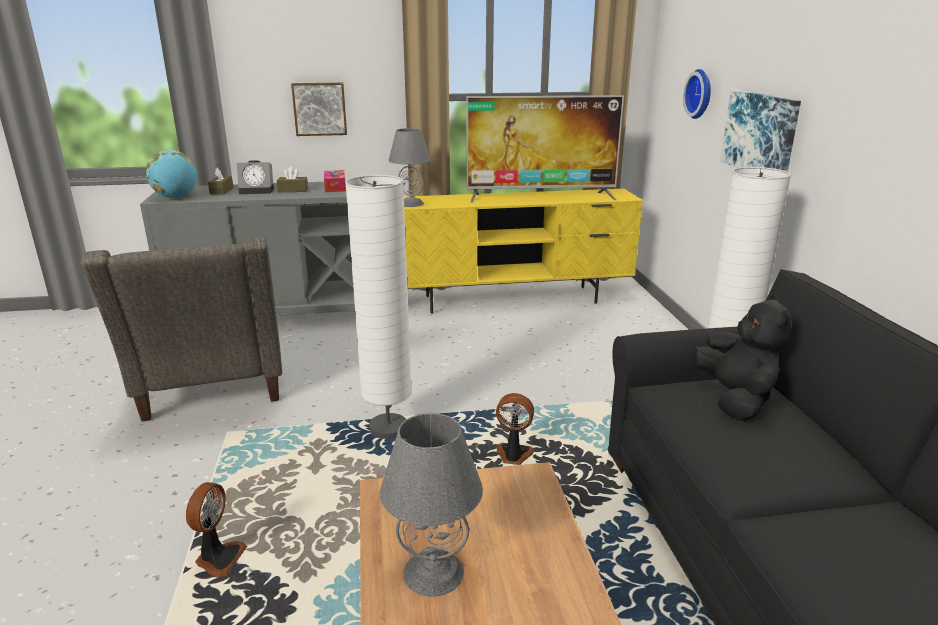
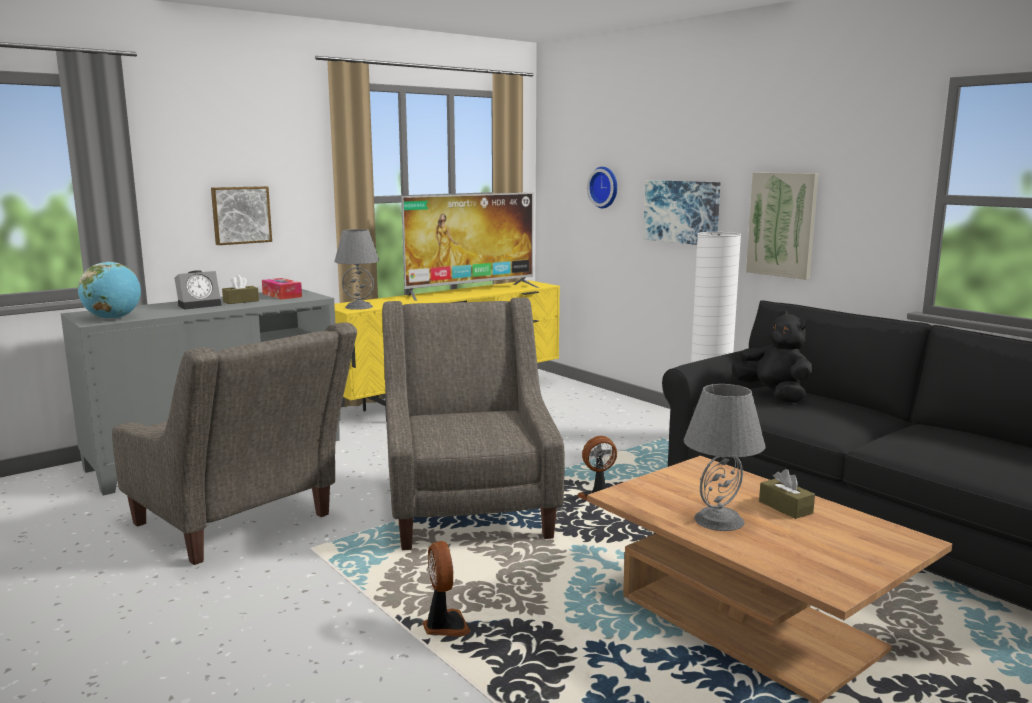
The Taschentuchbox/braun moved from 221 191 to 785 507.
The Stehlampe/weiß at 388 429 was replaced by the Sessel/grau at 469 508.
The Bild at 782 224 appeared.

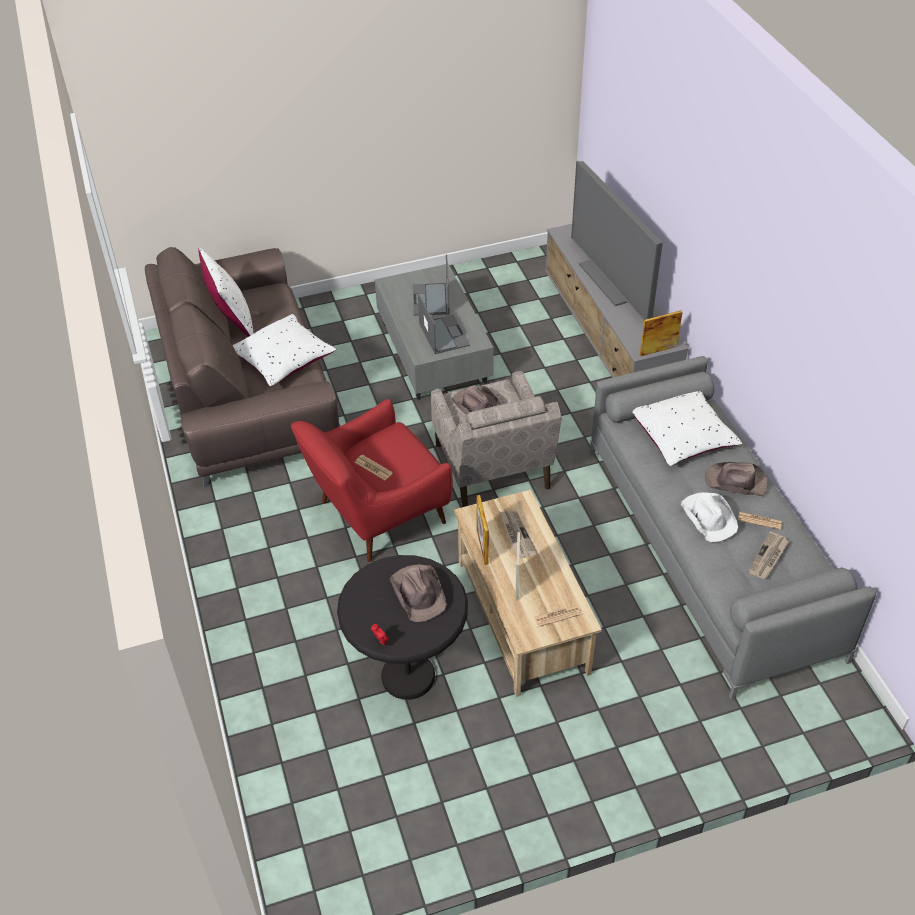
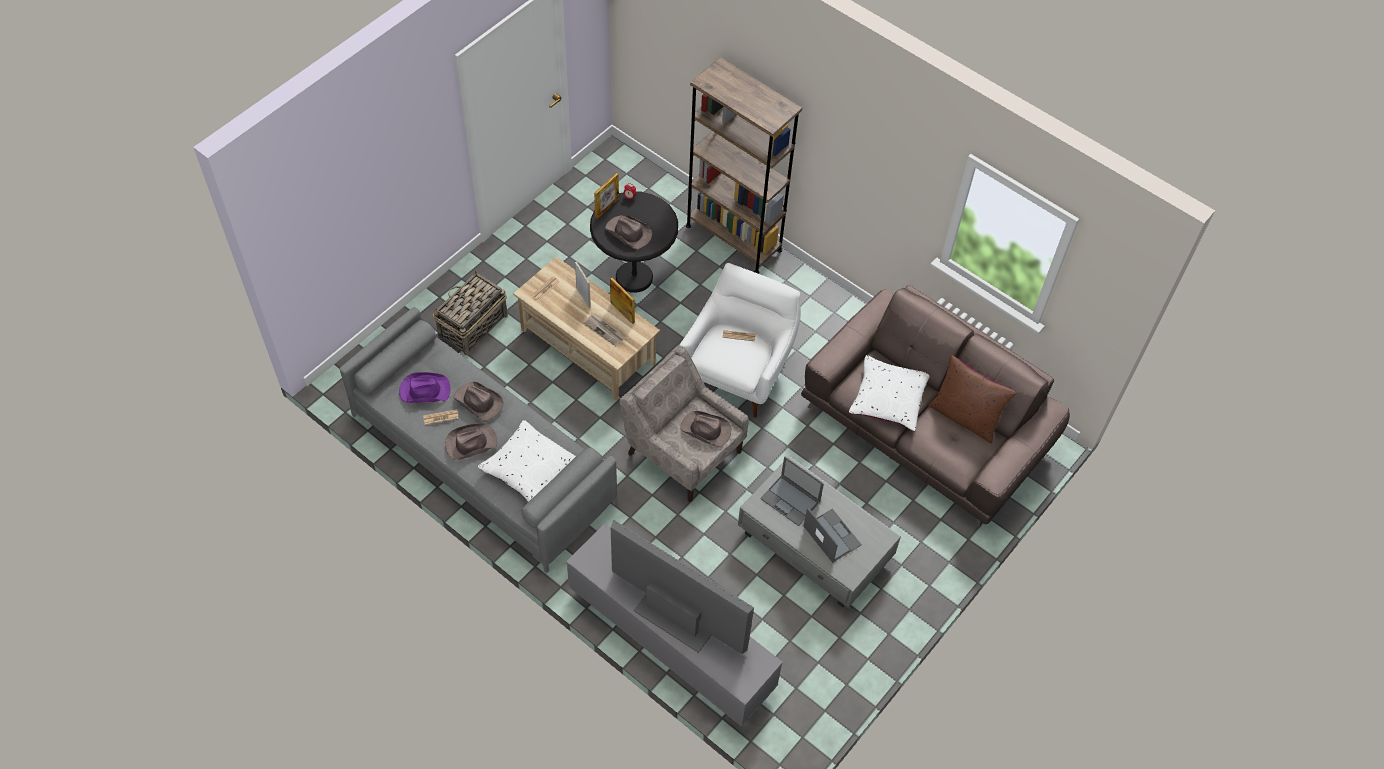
The Kissen/weiß at 232 320 became the Kissen/braun at 965 416.
The Sessel/rot at 377 515 became the Sessel/weiß at 737 371.
The Bilderrahmen moved from 658 350 to 607 208.
The Hut/weiß at 708 517 became the Hut/braun at 478 402.
The Zeitung at 768 557 was replaced by the Hut/lila at 424 390.
The Korb at 472 326 appeared.
The Bücherregal/braun at 733 238 appeared.

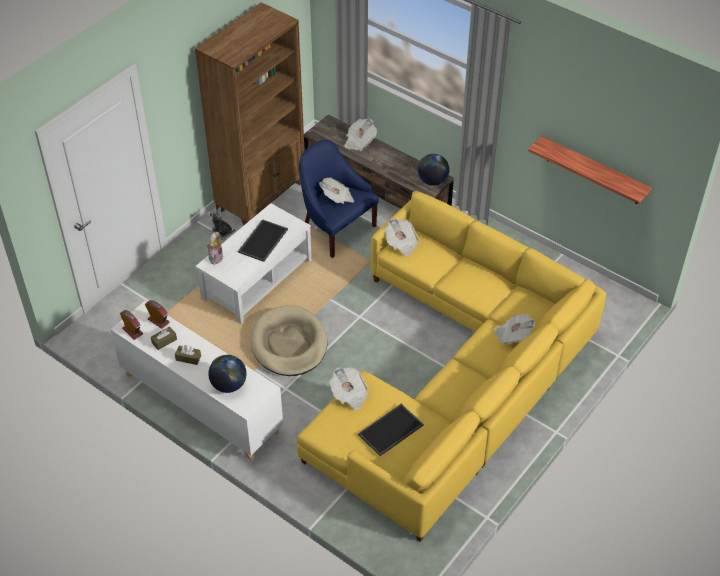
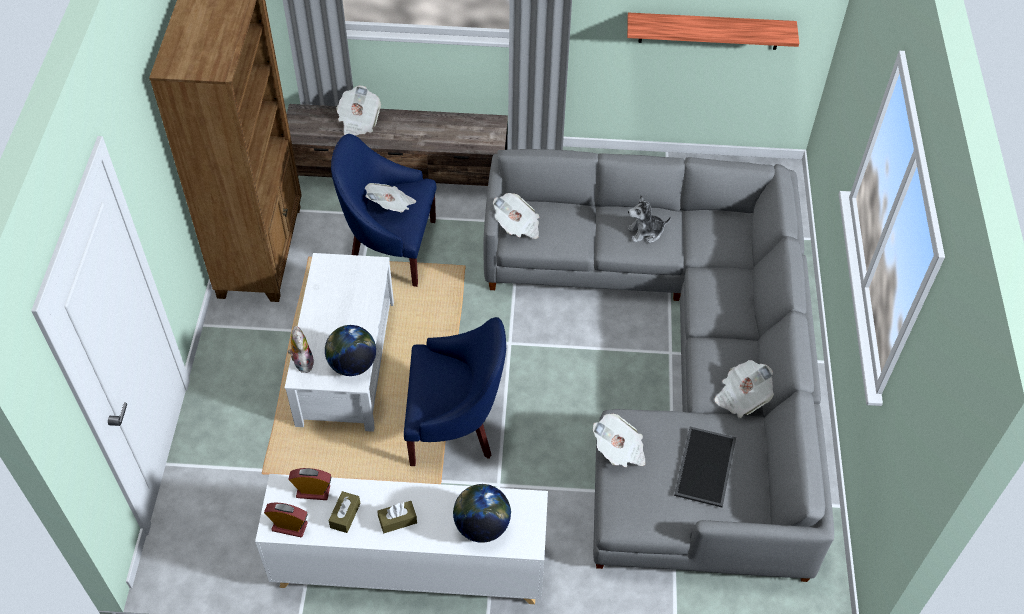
The Plüschtier moved from 221 233 to 645 232.
The Tablett at 262 240 disappeared.
The Hundebett/beige at 289 344 was replaced by the Sessel/blau at 455 424.
The Sofa/gelb at 454 379 became the Sofa/grau at 678 361.
The Globus moved from 432 181 to 352 365.
The Zeitung moved from 512 335 to 741 397.

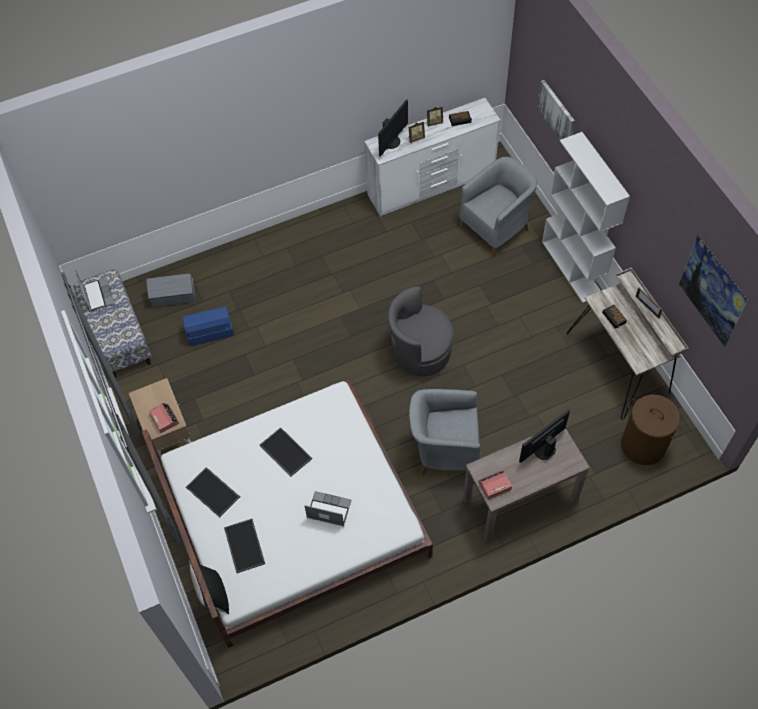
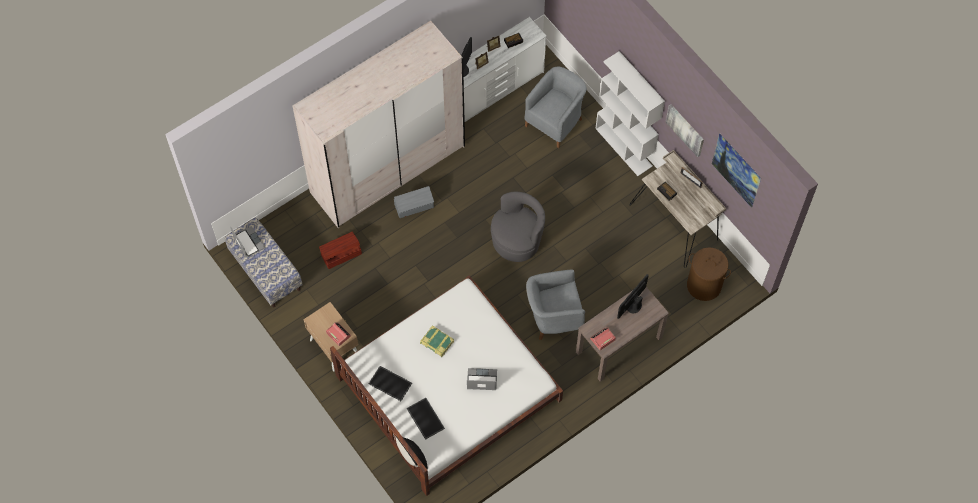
The Aufbewahrungsbox/grau moved from 174 296 to 414 206.
The Aufbewahrungsbox/blau at 209 332 became the Aufbewahrungsbox/braun at 341 254.
The Tablett at 284 452 was replaced by the Buch at 436 343.
The Sessel/grau at 420 352 turned 150 degrees clockwise.
The Bild moved from 557 113 to 685 129.
The Kleiderschrank/beige at 388 169 appeared.

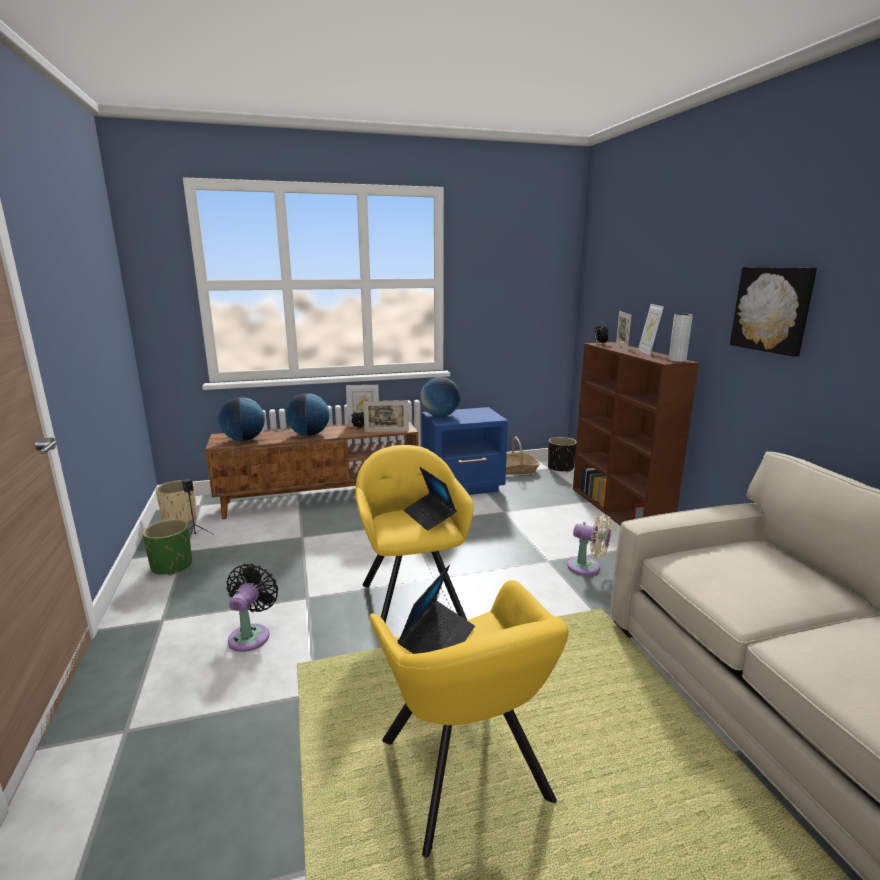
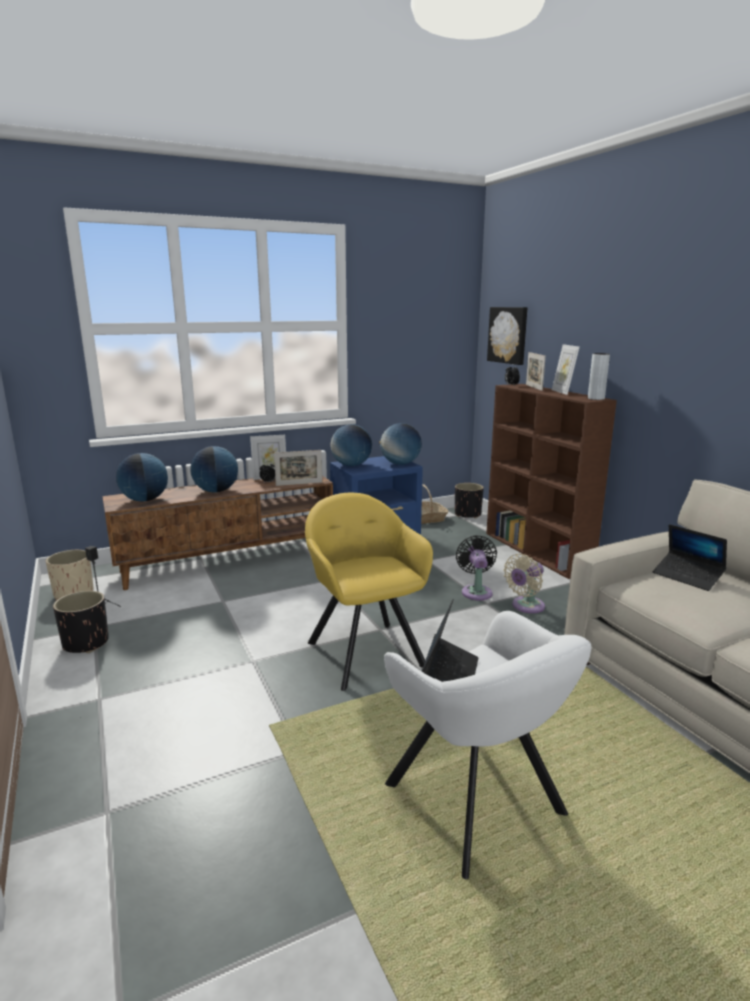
The Pflanzkübel/grün at 171 566 became the Pflanzkübel/schwarz at 85 643.
The Ventilator/schwarz moved from 251 635 to 476 591.
The Sessel/gelb at 466 778 became the Sessel/weiß at 478 807.
The Laptop moved from 429 516 to 687 576.
The Ventilator/beige at 587 568 turned 120 degrees clockwise.
The Bild moved from 773 309 to 508 335.
The Globus at 400 464 appeared.

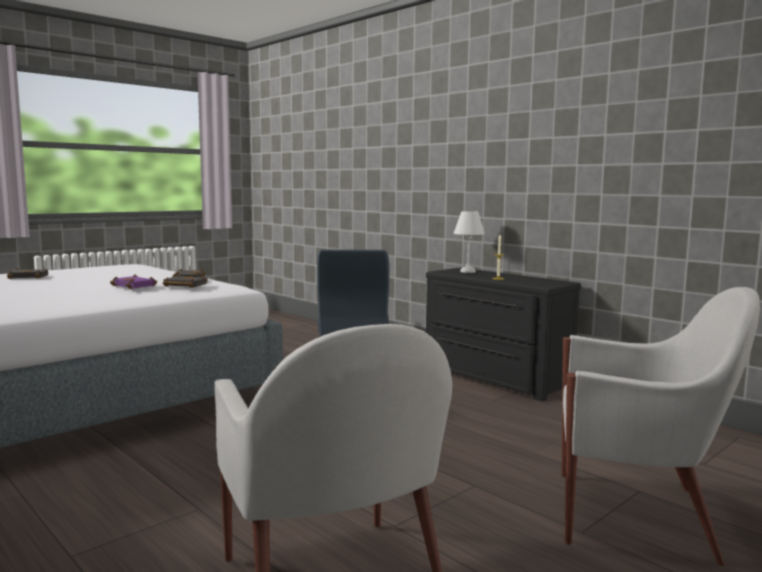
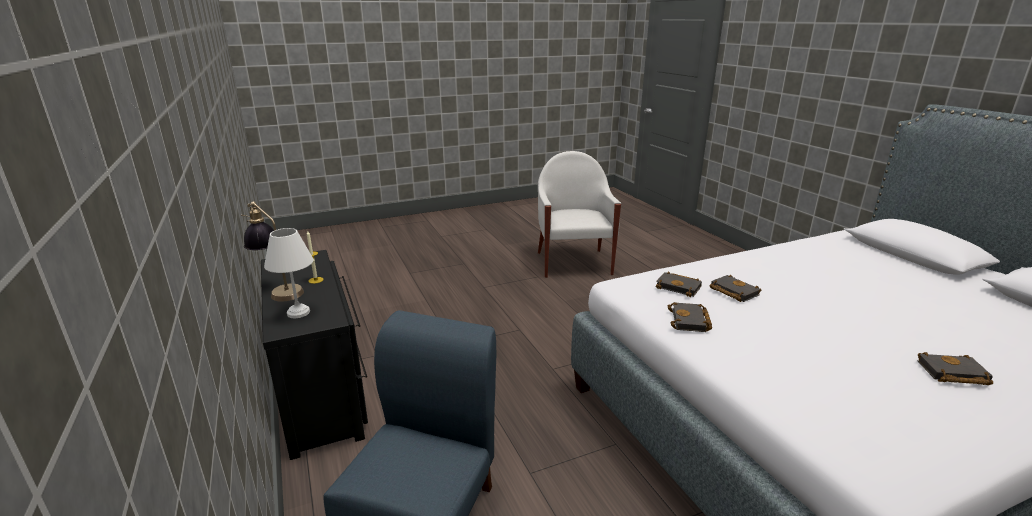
The Buch/lila at 136 286 became the Buch/schwarz at 732 292.
The Sessel/weiß at 637 516 disappeared.
The Tischlampe at 278 290 appeared.

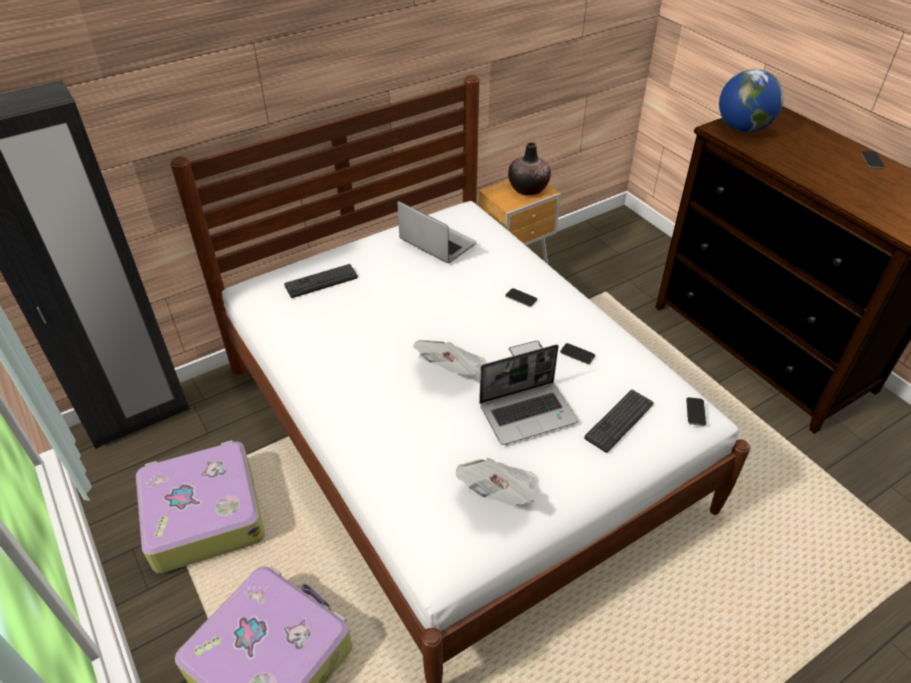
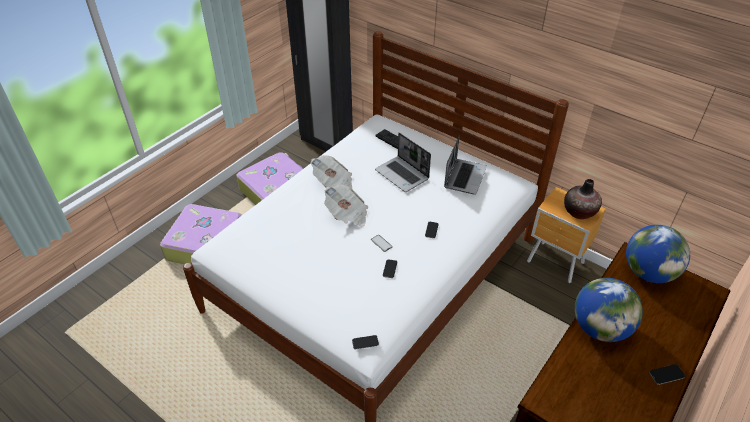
The Zeitung moved from 499 493 to 333 183.
The Laptop moved from 528 413 to 402 175.
The Tastatur at 619 421 disappeared.
The Globus at 599 328 appeared.

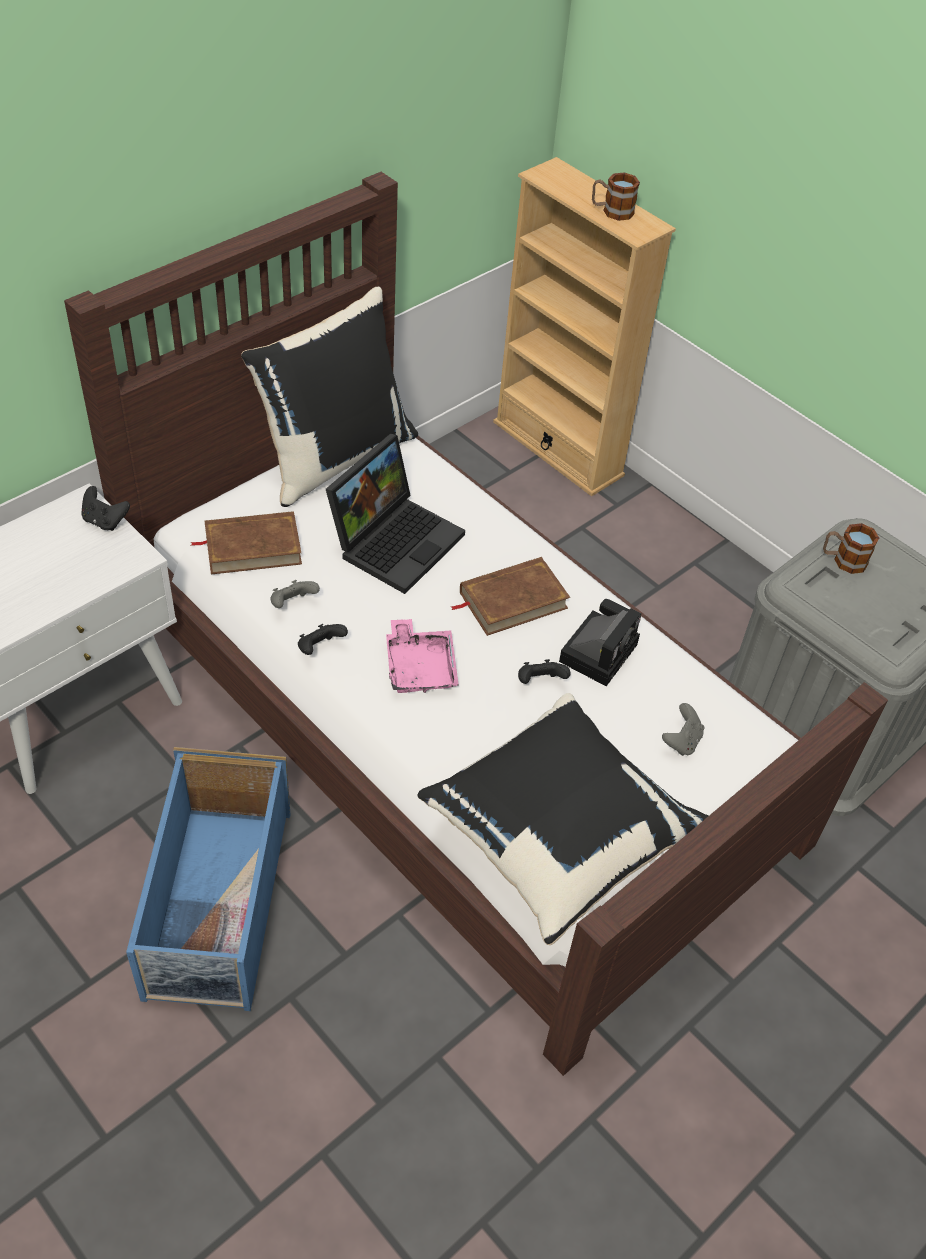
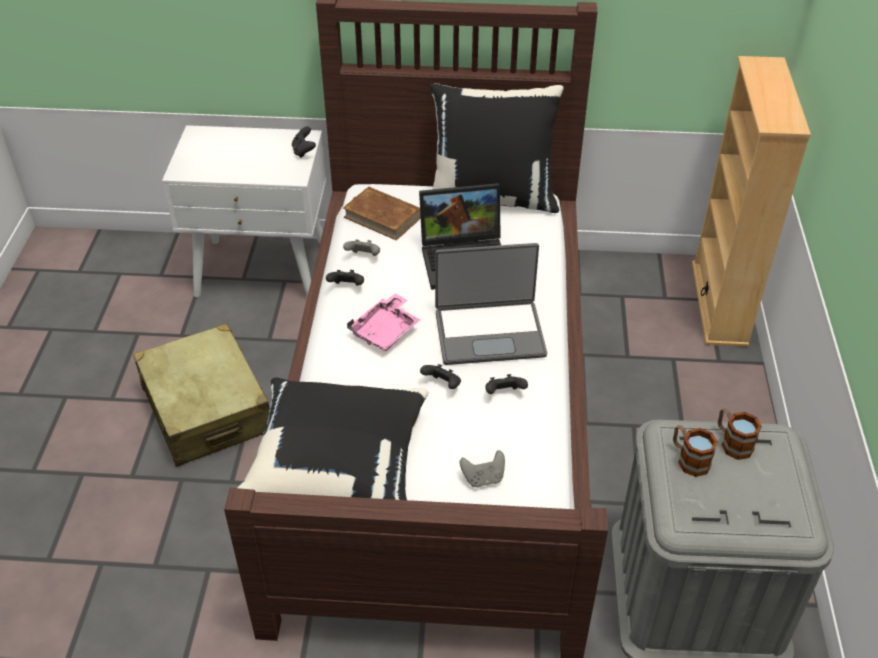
The Aufbewahrungsbox/blau at 218 905 was replaced by the Koffer/beige at 206 409.
The Buch/braun at 512 600 was replaced by the Laptop at 489 332.
The Kamera at 599 650 was replaced by the Gamepad/schwarz at 504 394.
The Henkelbecher moved from 611 211 to 689 459.

